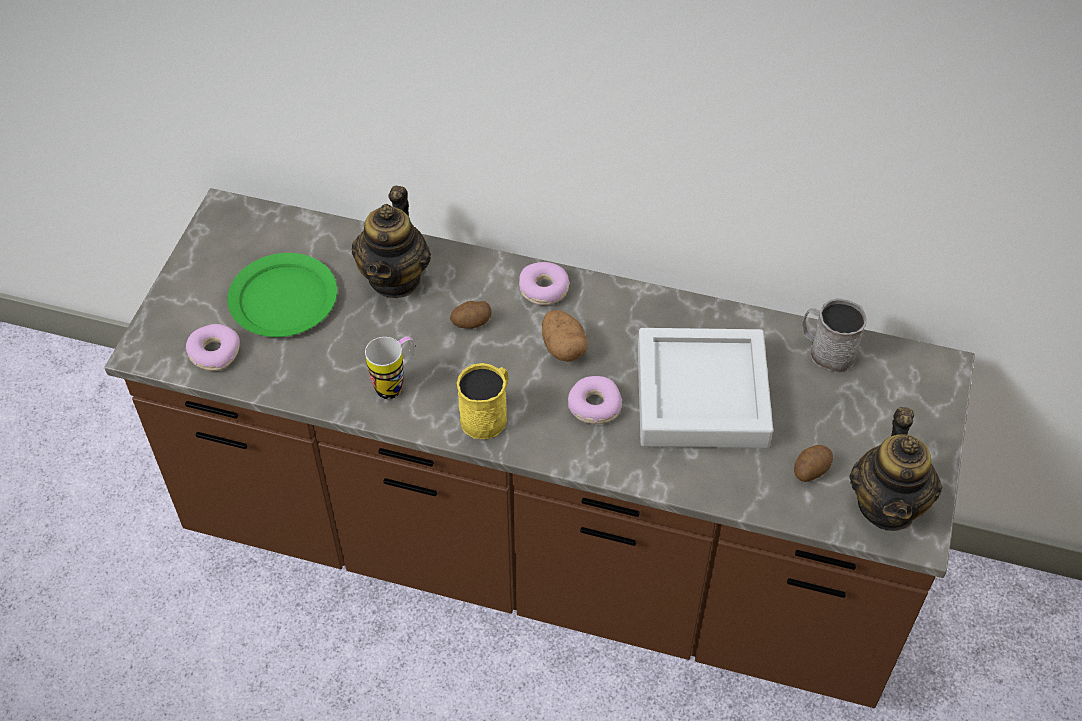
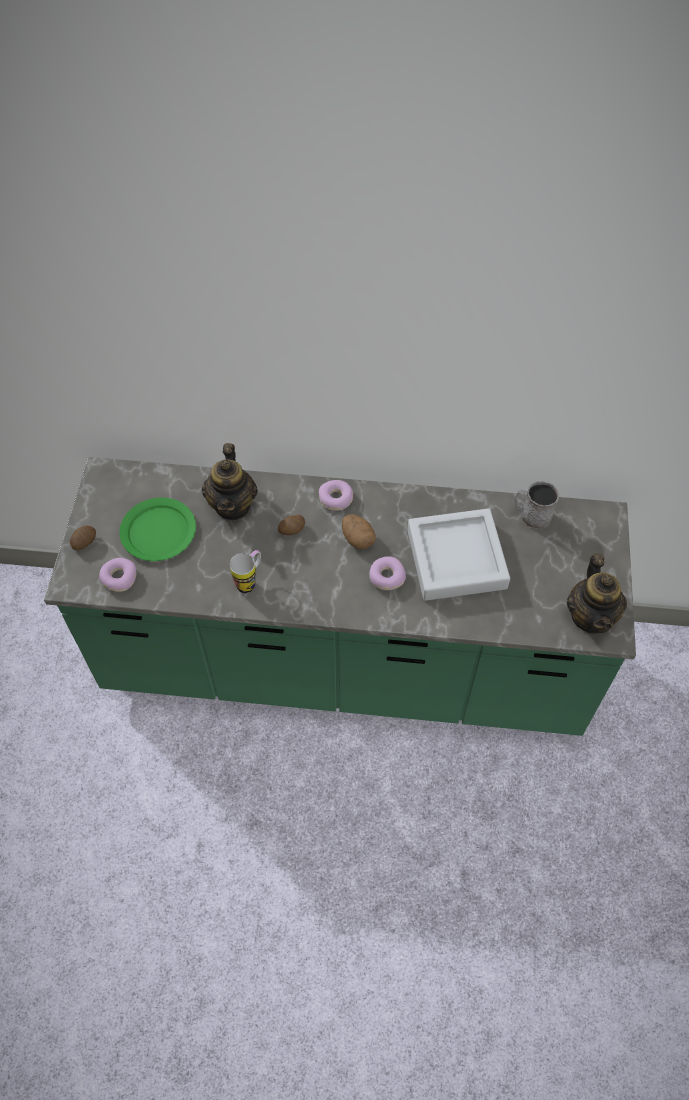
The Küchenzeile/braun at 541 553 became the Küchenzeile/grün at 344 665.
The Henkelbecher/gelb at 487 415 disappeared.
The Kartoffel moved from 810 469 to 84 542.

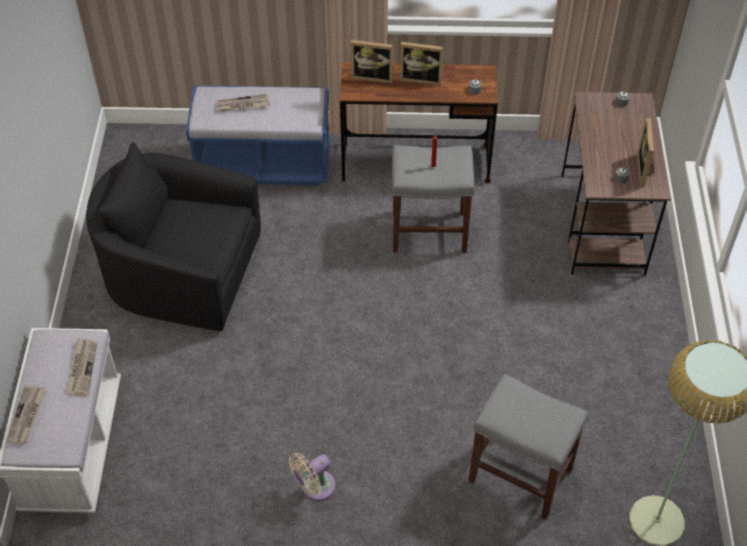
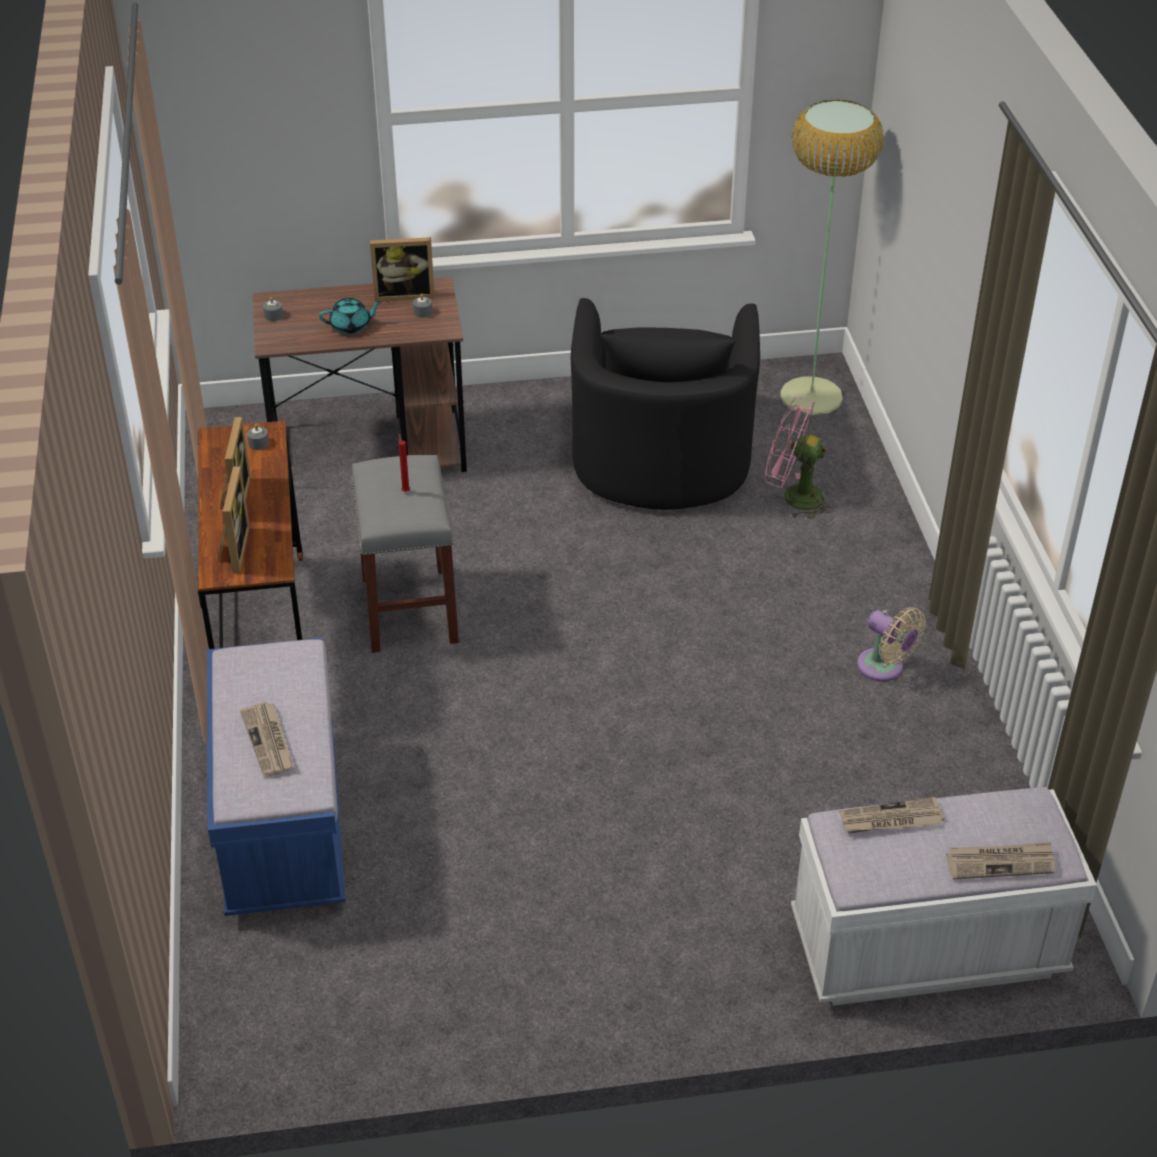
The Sessel/schwarz moved from 181 272 to 660 452.
The Hocker/grau at 519 475 was replaced by the Ventilator/rosa at 793 497.
The Teekanne/türkis at 351 326 appeared.

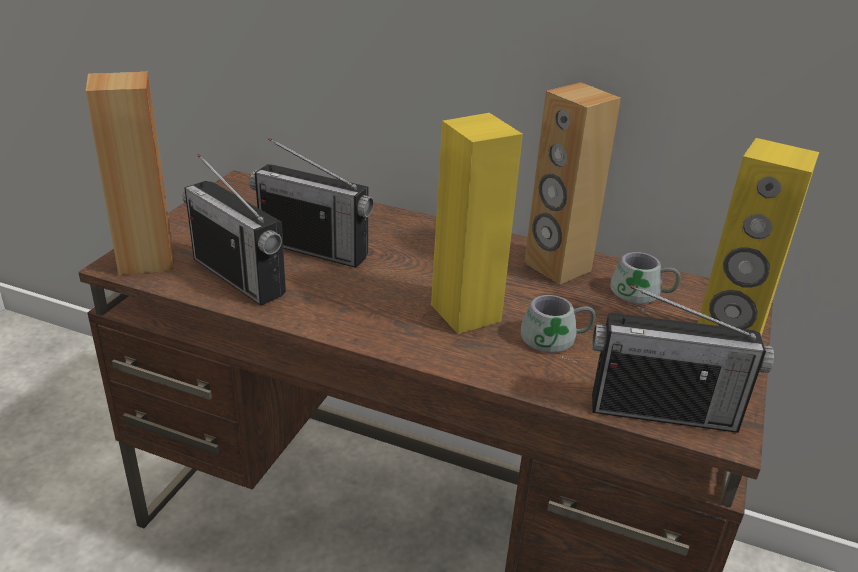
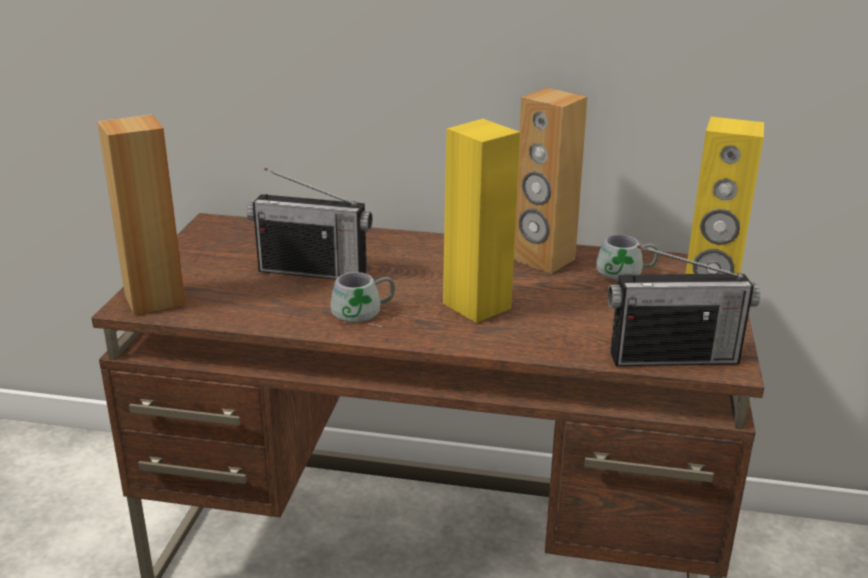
The Radio at 238 276 disappeared.
The Henkelbecher/grau moved from 556 342 to 363 313.

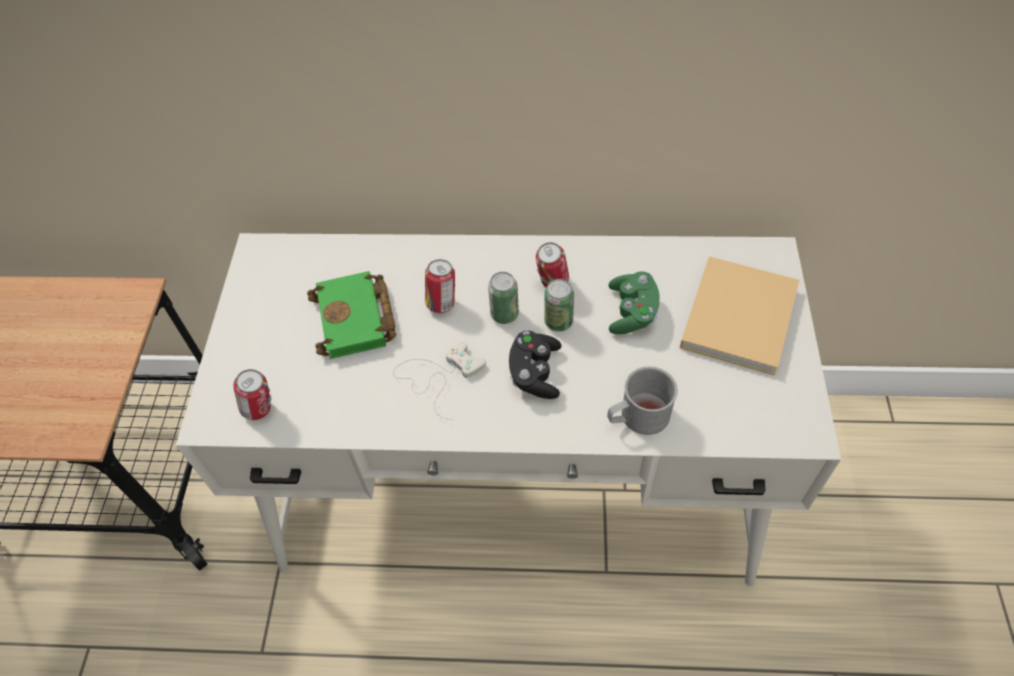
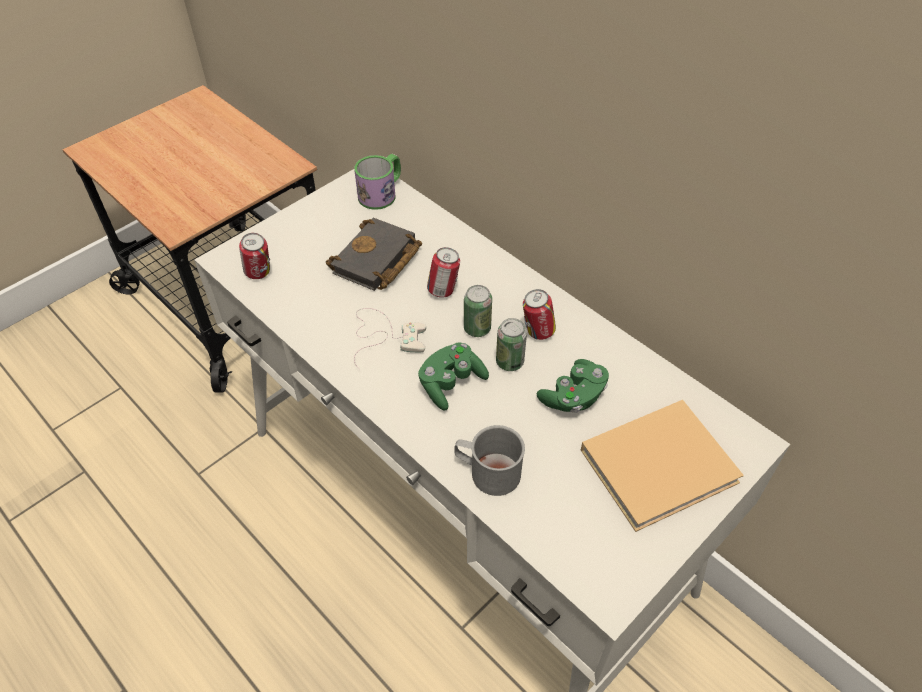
The Buch/grün at 357 320 became the Buch/schwarz at 376 262.
The Gamepad/schwarz at 535 373 became the Gamepad/grün at 451 383.
The Henkelbecher at 382 193 appeared.

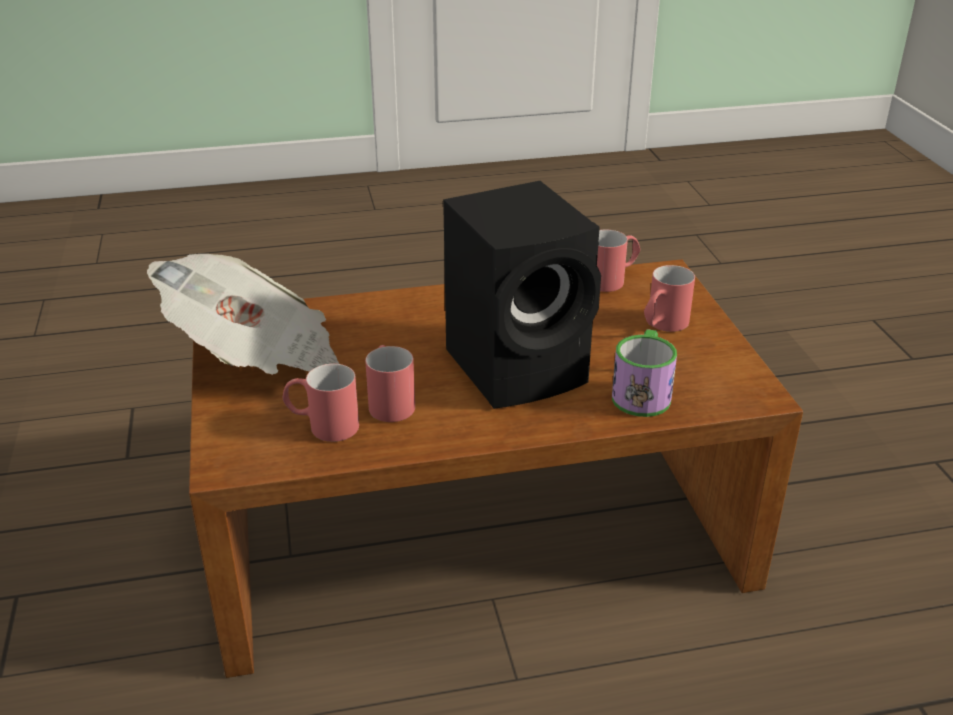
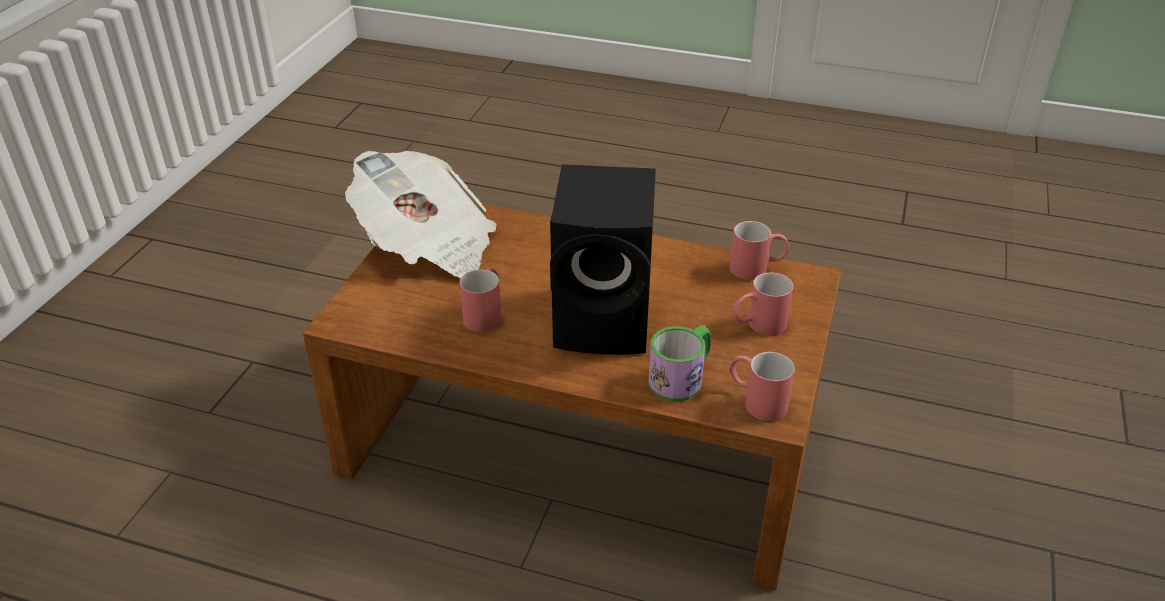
The Henkelbecher/rot moved from 322 426 to 756 401.

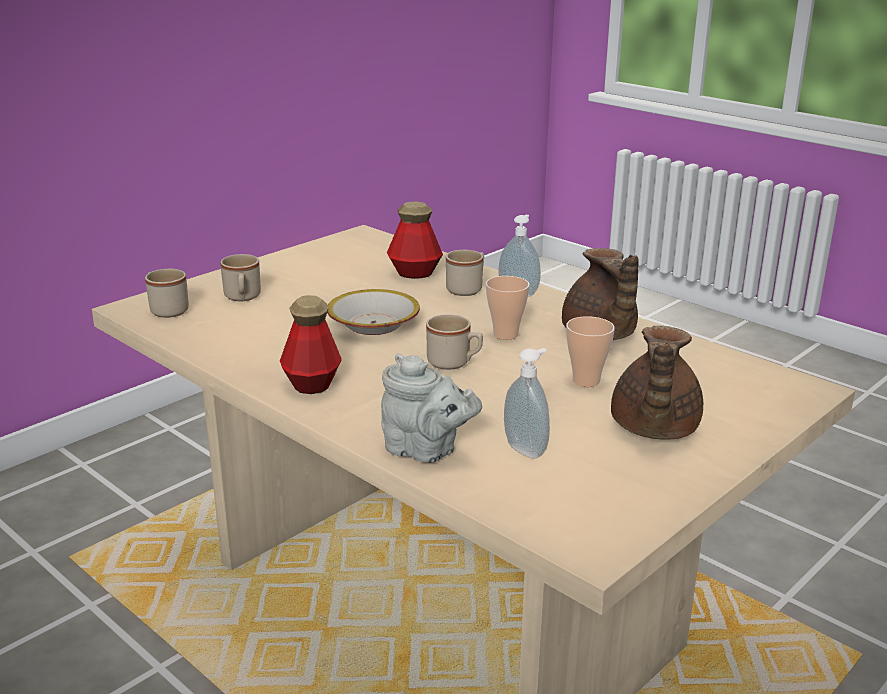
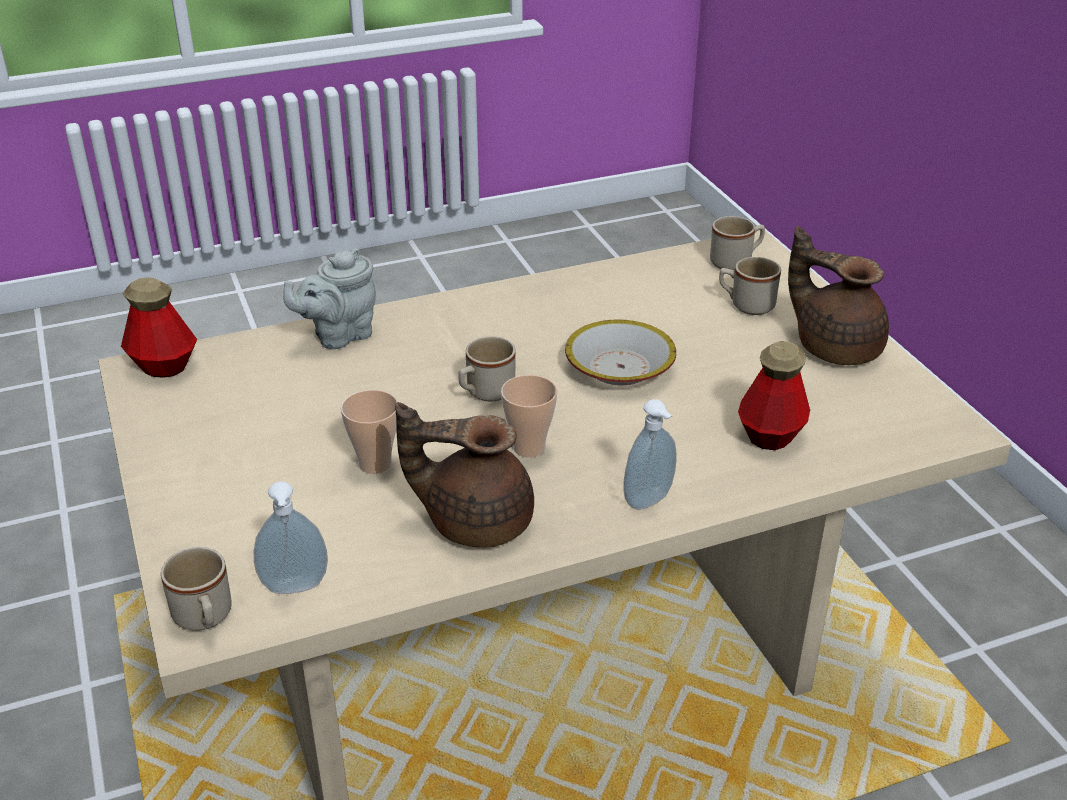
The Flasche moved from 312 384 to 164 366.
The Henkelbecher/beige moved from 467 288 to 205 619.
The Seifenspender moved from 527 449 to 295 589.
The Teekanne/braun moved from 652 429 to 835 346.

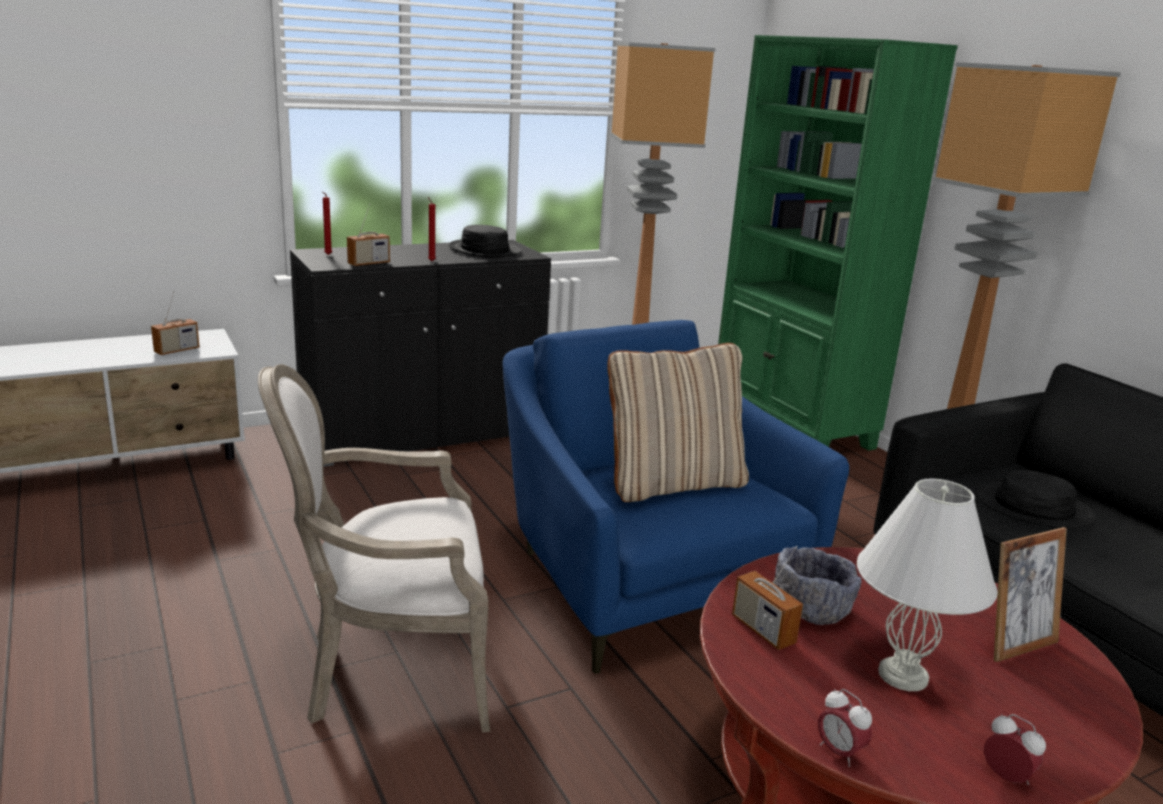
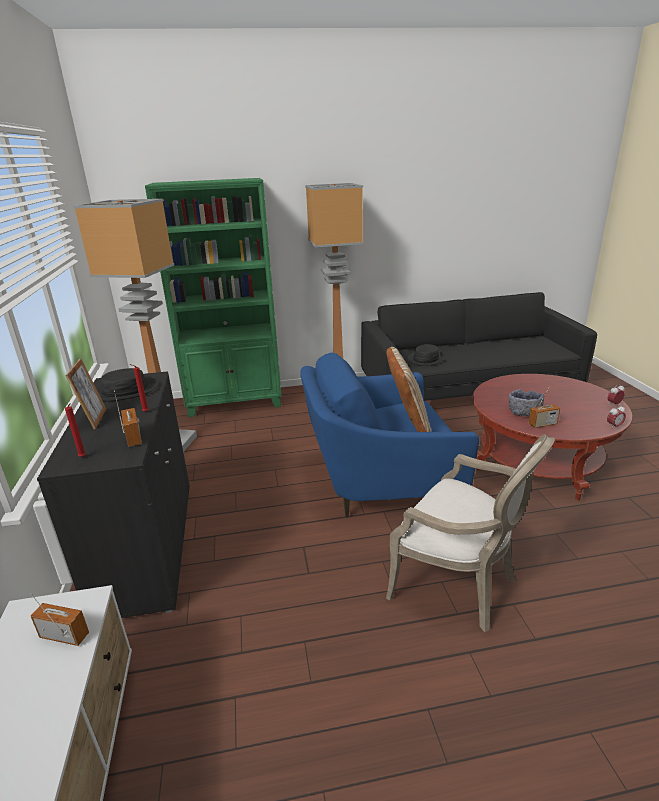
The Radio at 177 350 turned 45 degrees counterclockwise.
The Sessel at 390 671 turned 60 degrees counterclockwise.
The Tischlampe/weiß at 902 674 disappeared.
The Bilderrahmen moved from 1016 644 to 94 419.

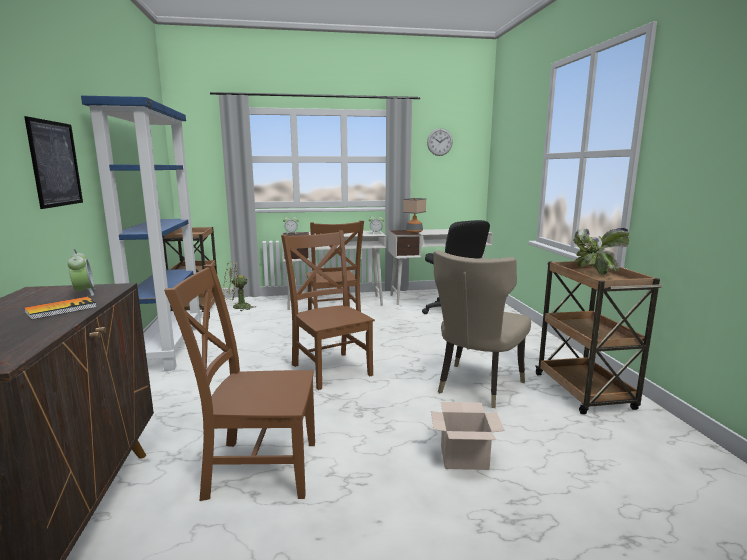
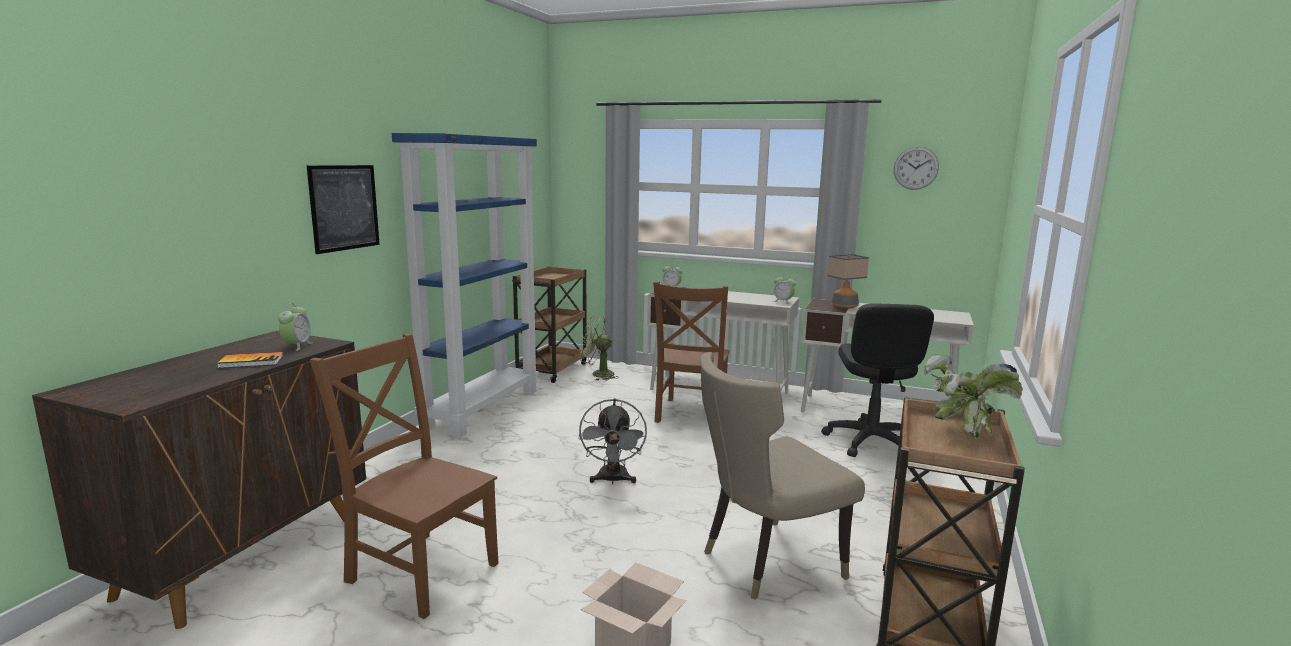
The Stuhl/braun at 330 368 was replaced by the Ventilator/grau at 612 480.

